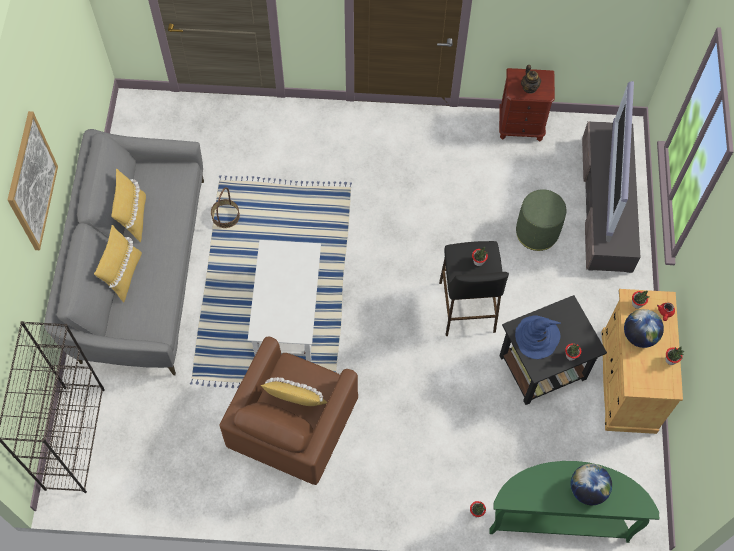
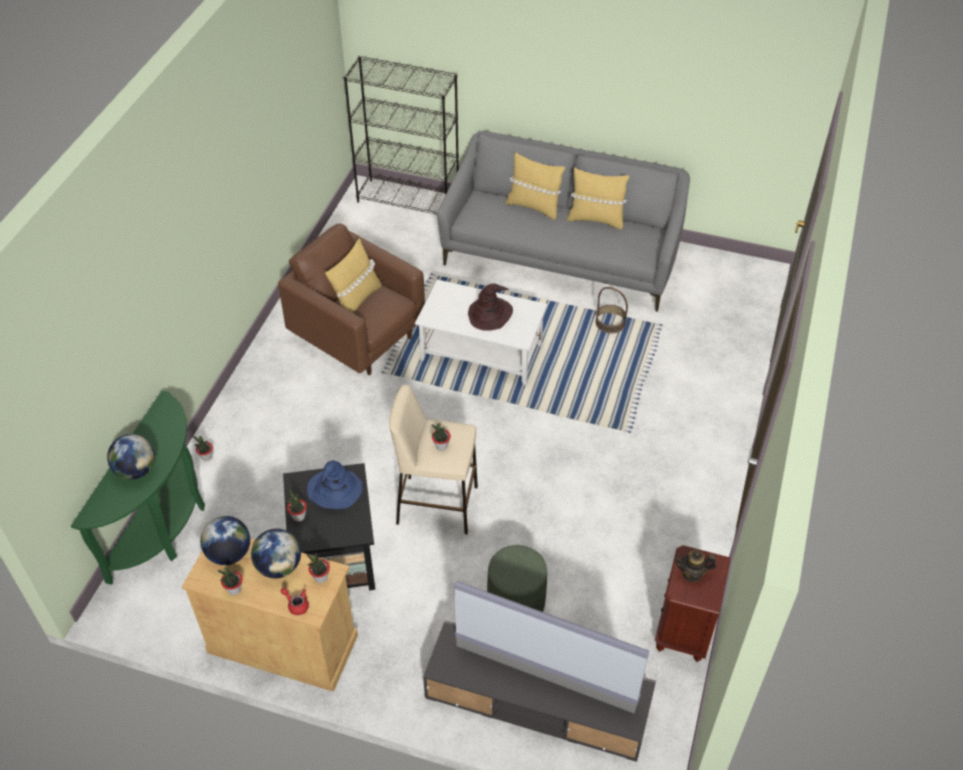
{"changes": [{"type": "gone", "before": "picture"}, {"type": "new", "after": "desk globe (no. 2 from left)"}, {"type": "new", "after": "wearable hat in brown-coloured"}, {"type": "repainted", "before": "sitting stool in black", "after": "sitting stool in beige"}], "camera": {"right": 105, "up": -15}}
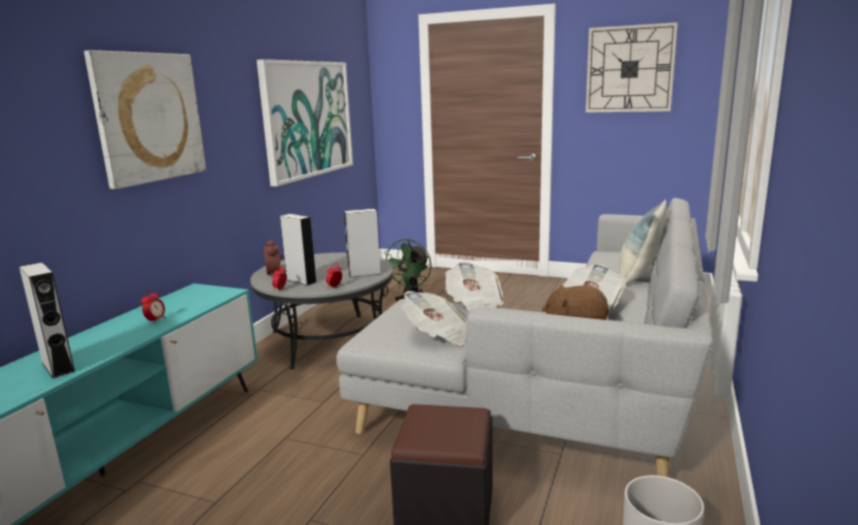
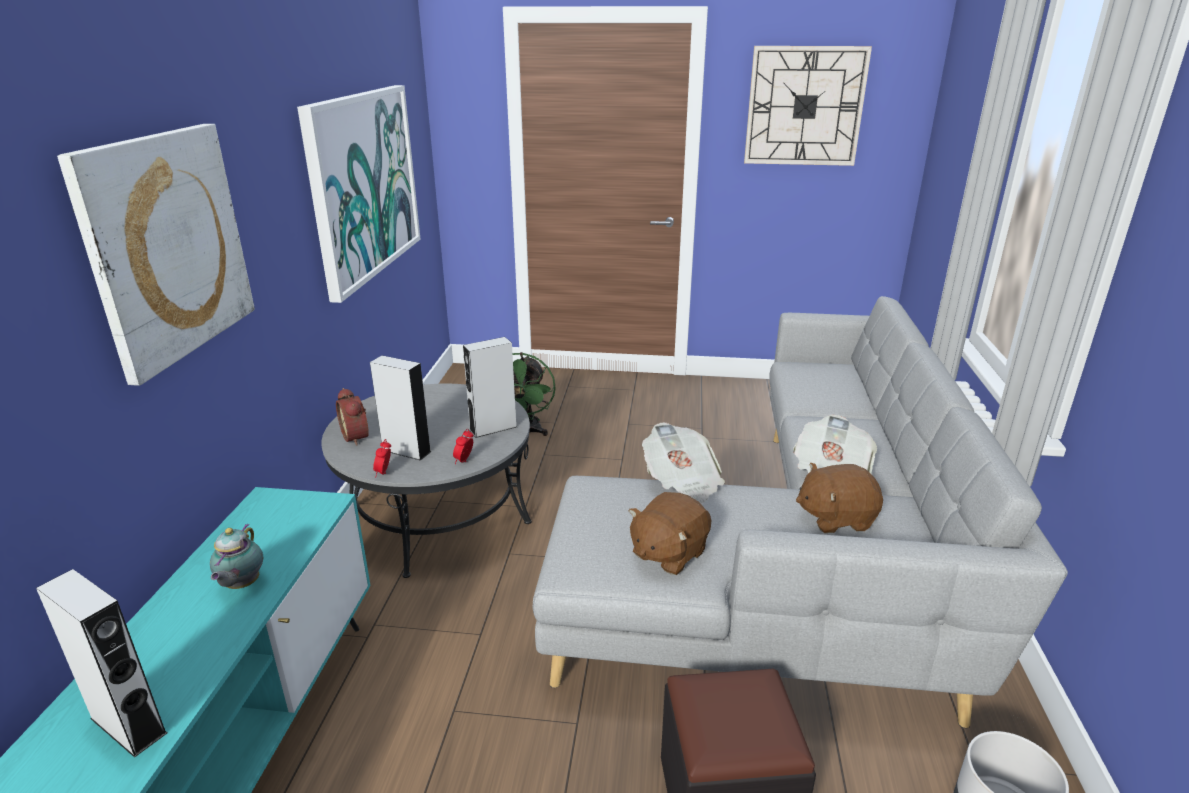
{"changes": [{"type": "gone", "before": "throw pillow"}, {"type": "swapped", "before": "table clock (no. 1 from left)", "after": "tea pot"}, {"type": "swapped", "before": "printed paper (no. 1 from left)", "after": "cuddly toy in brown-coloured (no. 1 from left)"}], "camera": {"right": -15, "up": 10}}
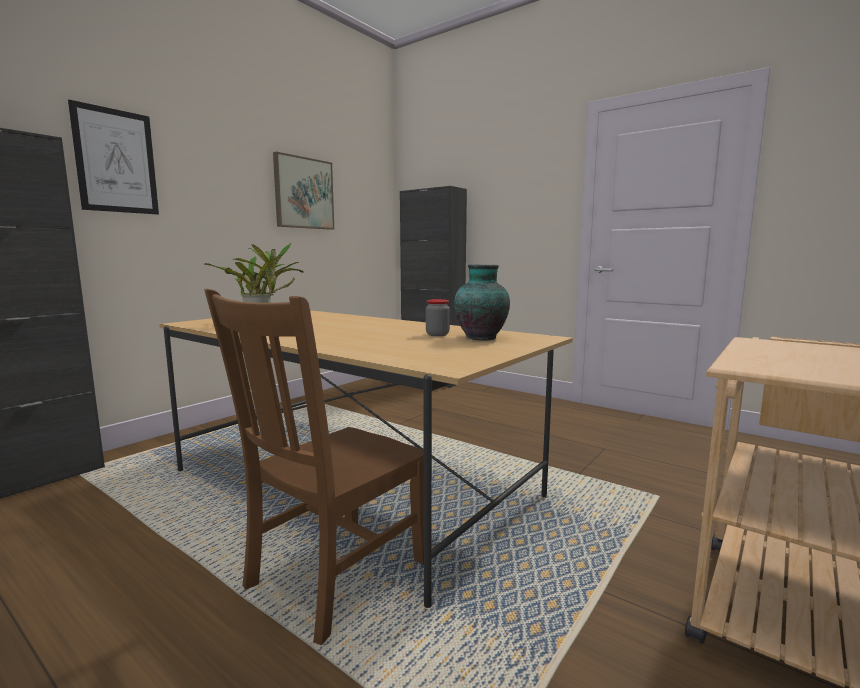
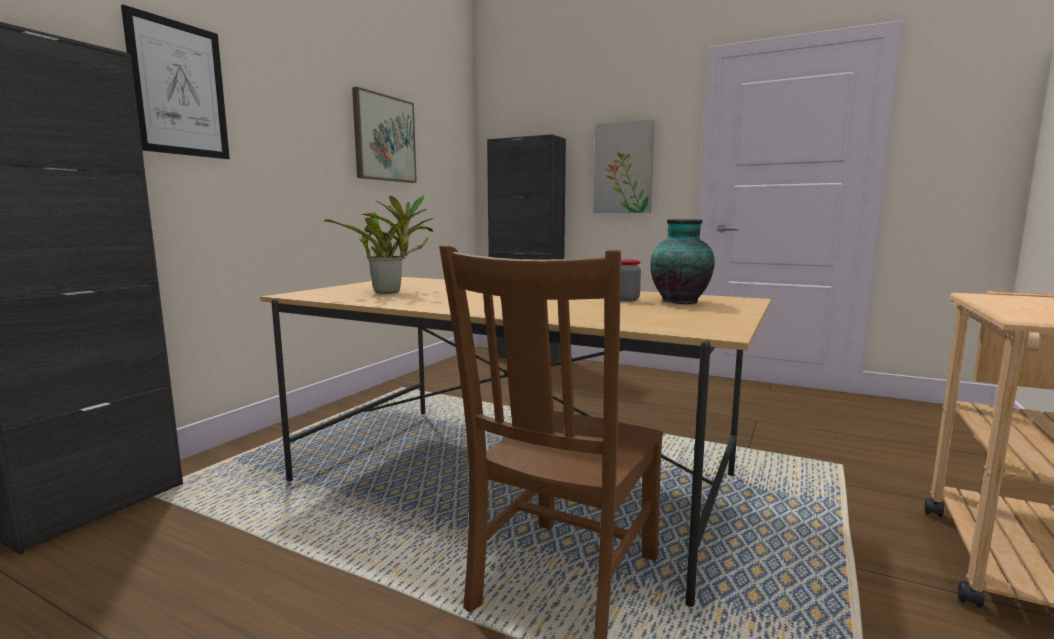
{"changes": [{"type": "new", "after": "picture (no. 3 from left)"}], "camera": {"right": -10, "up": 0}}
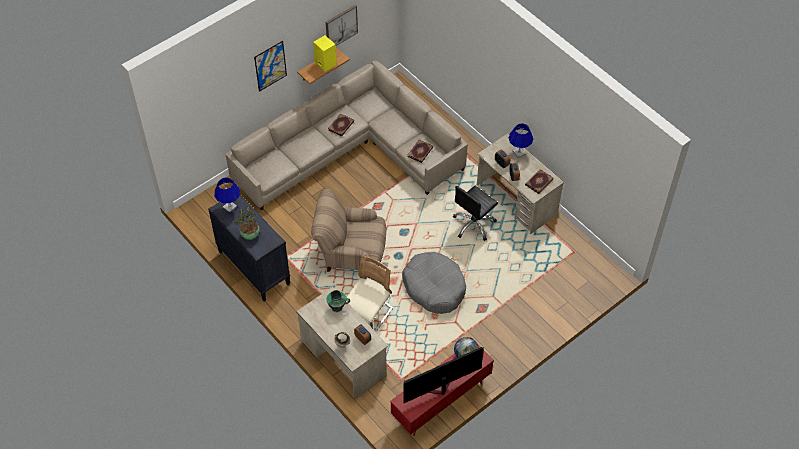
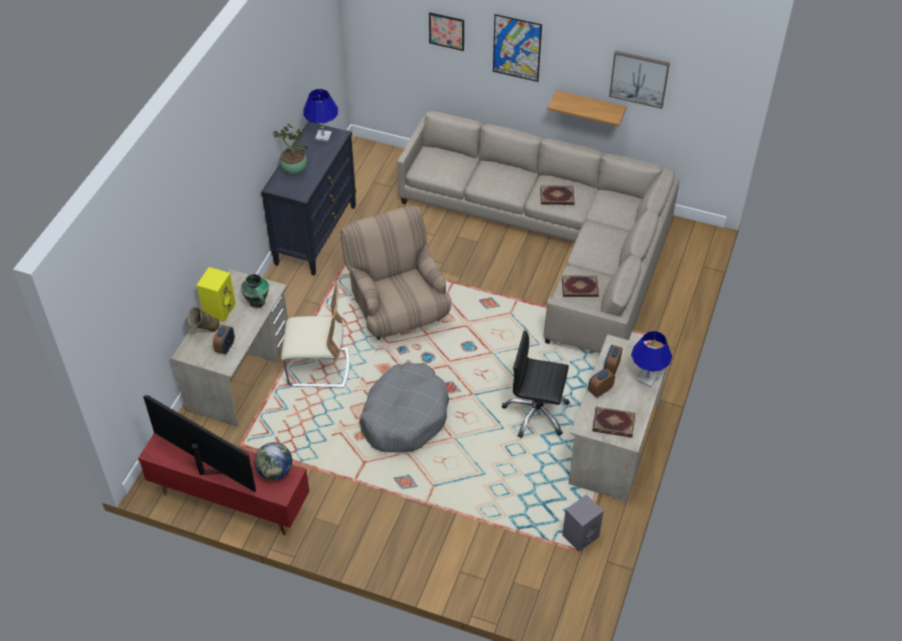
{"changes": [{"type": "new", "after": "picture (no. 1 from left)"}, {"type": "new", "after": "loudspeaker in grey"}, {"type": "shifted", "before": "loudspeaker in yellow"}], "camera": {"right": 60, "up": -5}}
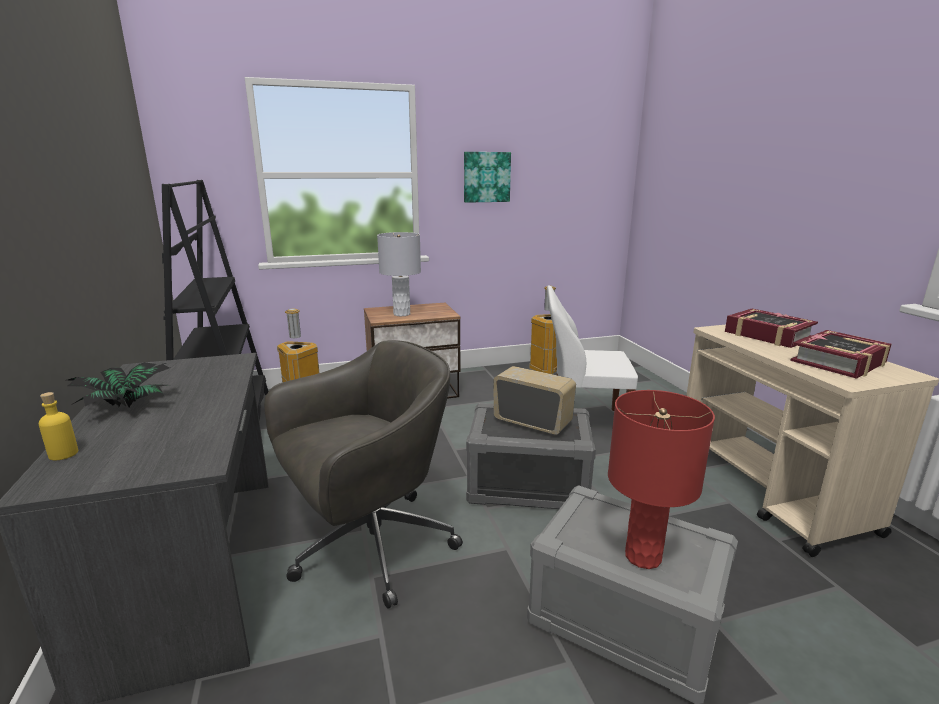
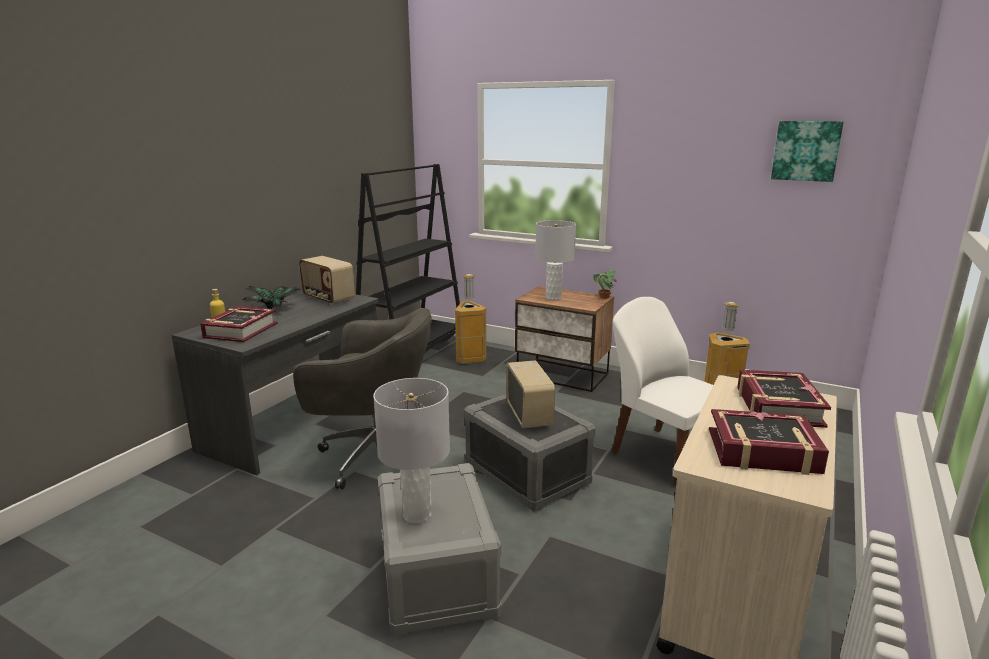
{"changes": [{"type": "new", "after": "book (no. 1 from left)"}, {"type": "new", "after": "radio set (no. 1 from left)"}, {"type": "new", "after": "plant in a pot (no. 2 from left)"}, {"type": "shifted", "before": "picture"}, {"type": "repainted", "before": "tabletop lamp in red-coloured", "after": "tabletop lamp in grey (no. 1 from left)"}], "camera": {"right": 45, "up": 0}}
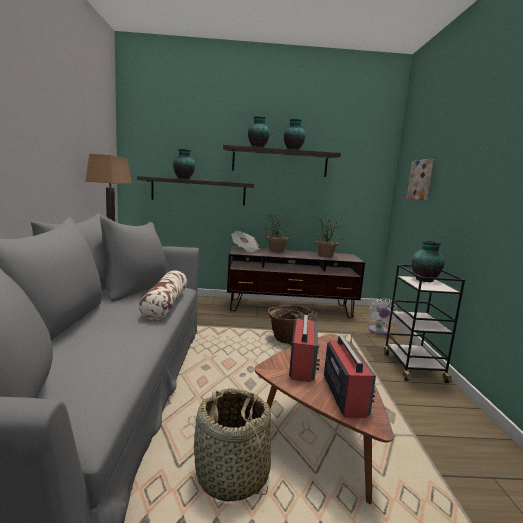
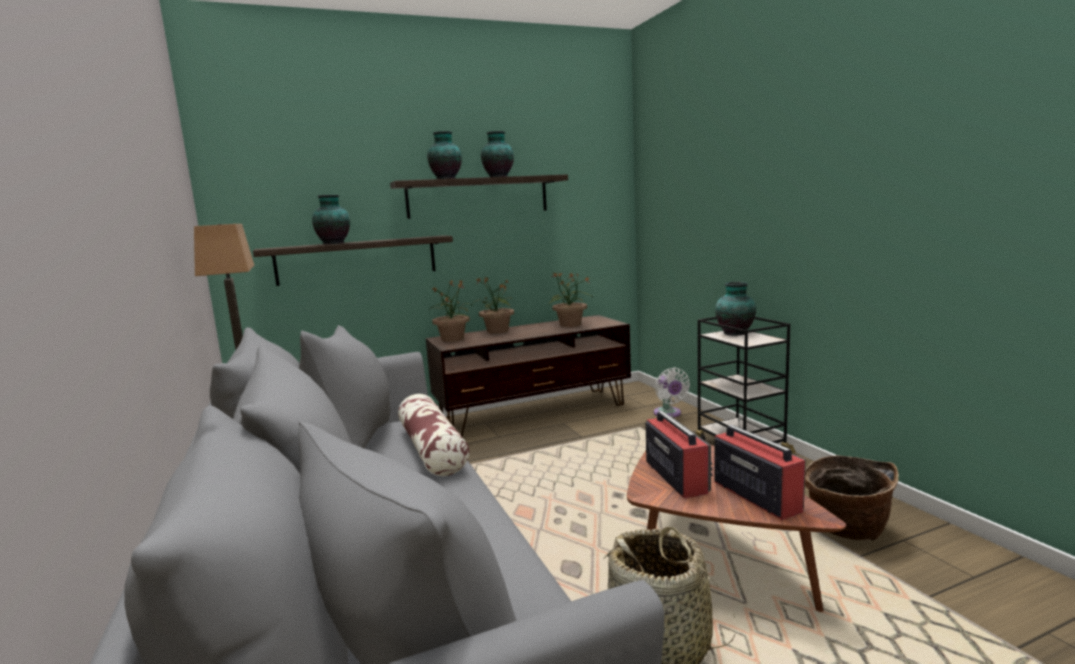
{"changes": [{"type": "gone", "before": "picture"}, {"type": "shifted", "before": "household basket (no. 2 from left)"}, {"type": "swapped", "before": "printed paper", "after": "plant in a pot (no. 1 from left)"}], "camera": {"right": -20, "up": 0}}
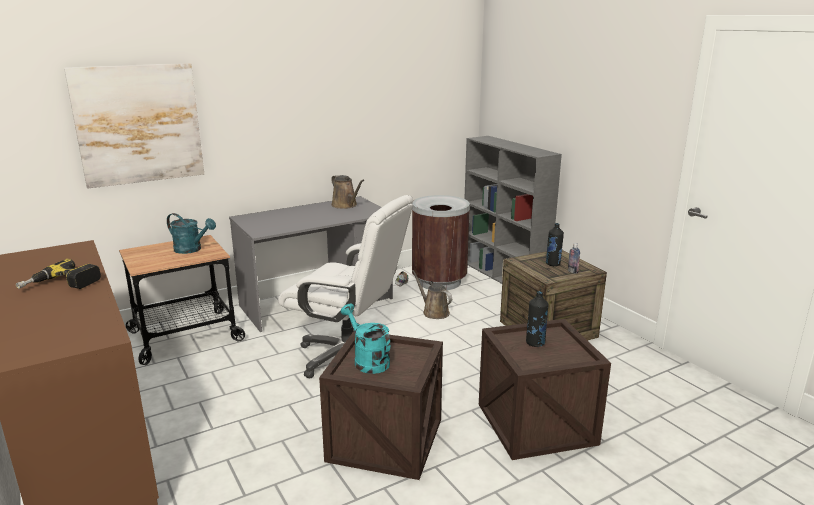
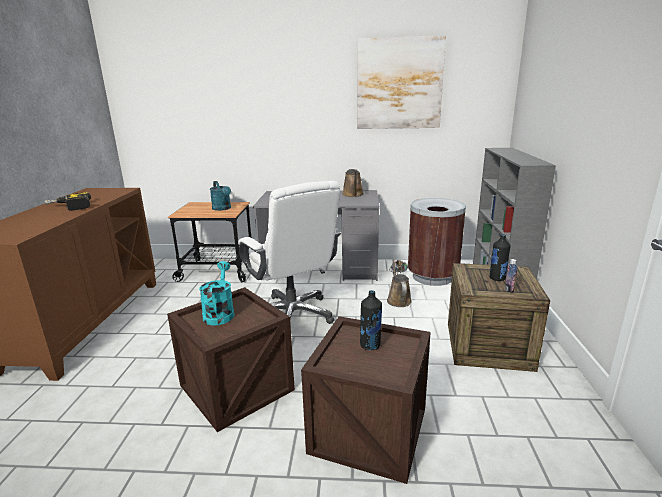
{"changes": [{"type": "shifted", "before": "picture"}], "camera": {"right": 35, "up": 0}}
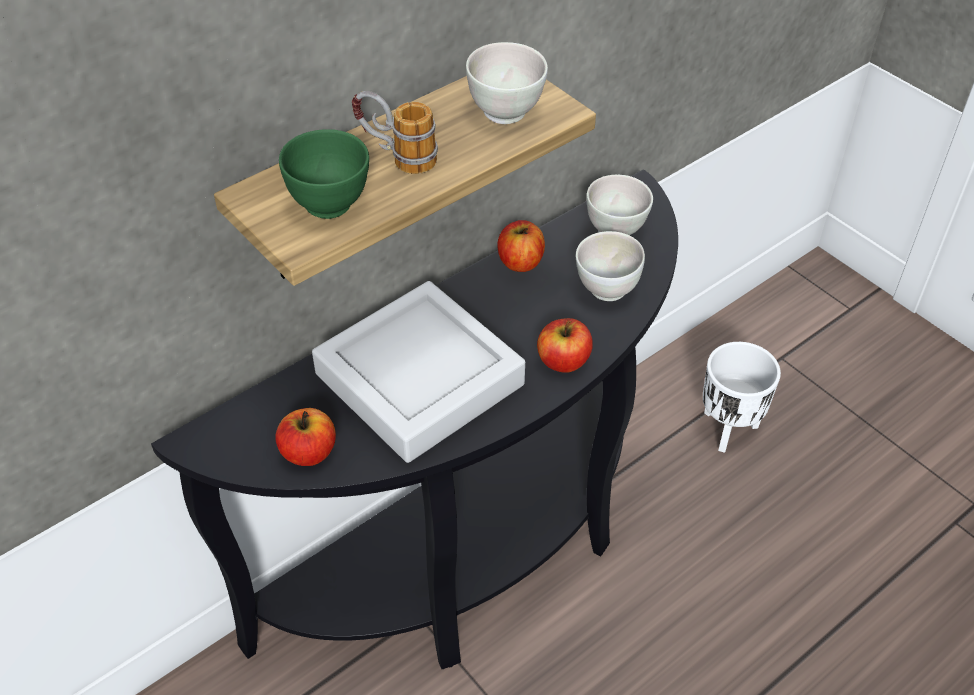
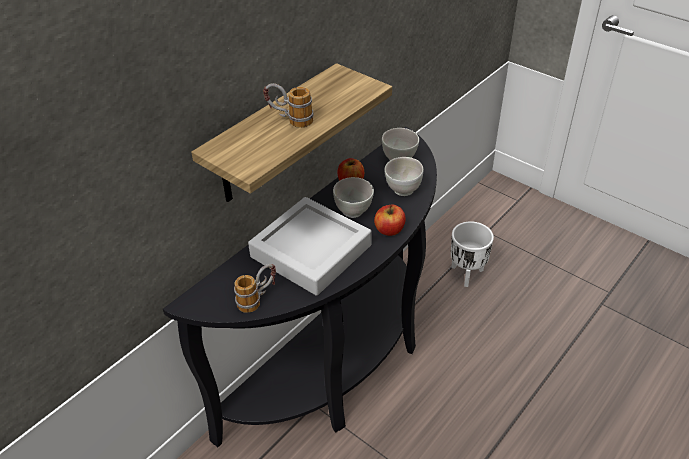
{"changes": [{"type": "gone", "before": "bowl in green"}, {"type": "shifted", "before": "bowl in white (no. 1 from left)"}, {"type": "swapped", "before": "apple (no. 1 from left)", "after": "coffee mug (no. 1 from left)"}], "camera": {"right": -10, "up": -5}}
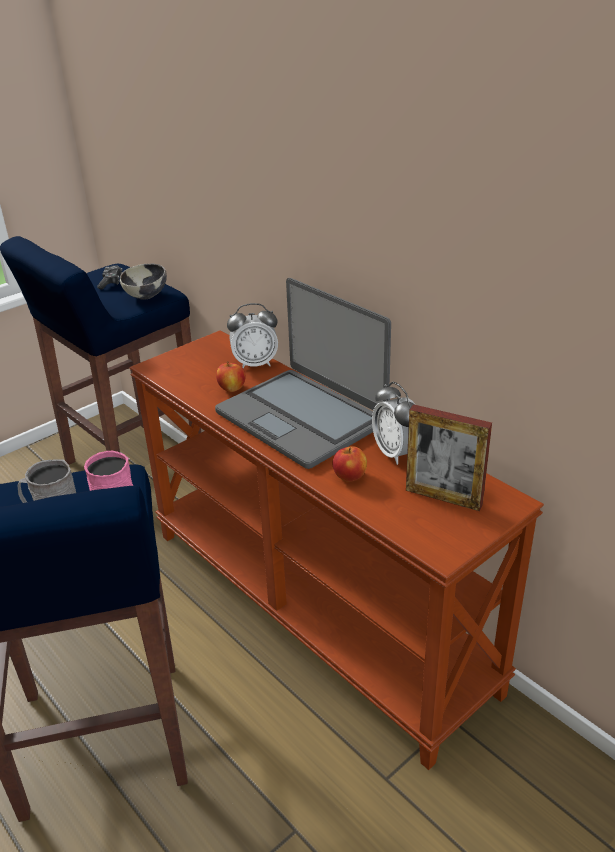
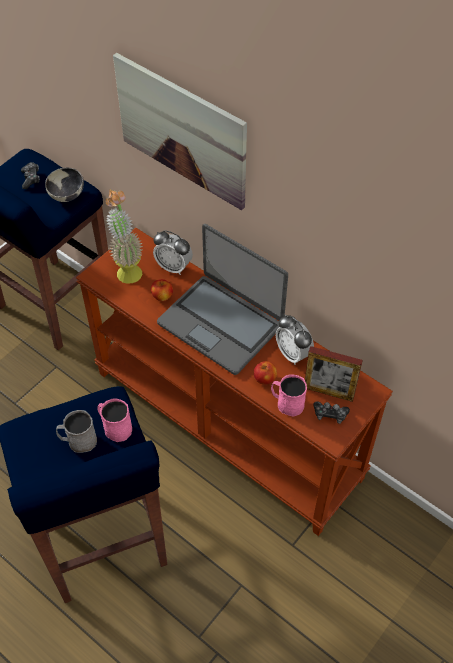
{"changes": [{"type": "new", "after": "plant in a pot"}, {"type": "new", "after": "picture"}, {"type": "new", "after": "coffee mug in pink-coloured (no. 2 from left)"}, {"type": "new", "after": "gamepad (no. 2 from left)"}, {"type": "rotated", "before": "table clock (no. 1 from left)", "turn": 45}], "camera": {"right": -10, "up": 20}}
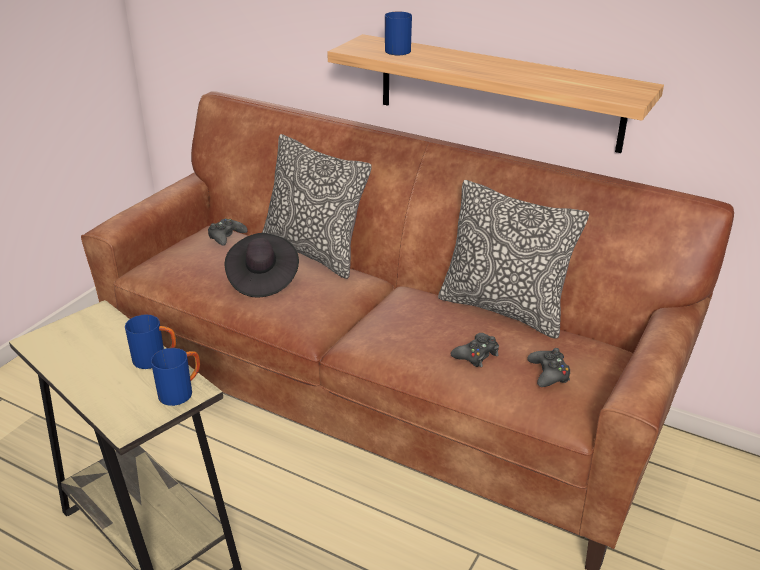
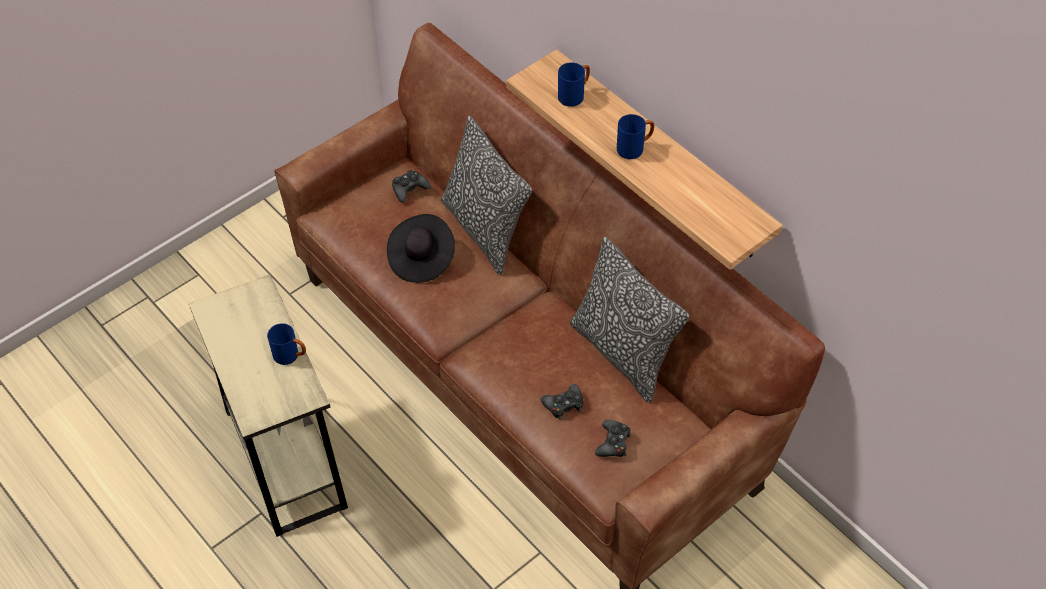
{"changes": [{"type": "shifted", "before": "coffee mug in blue (no. 2 from left in the first image)", "after": "coffee mug in blue (no. 3 from left)"}], "camera": {"right": 20, "up": 20}}
